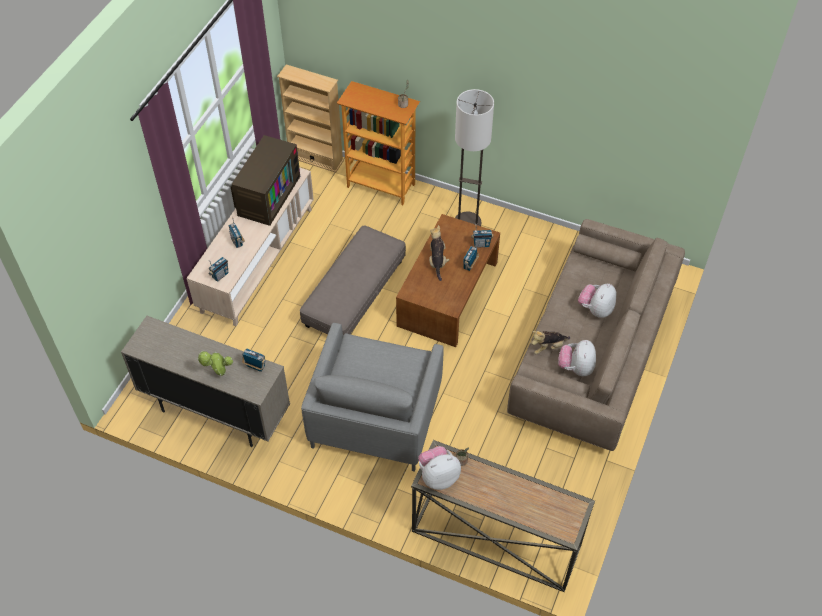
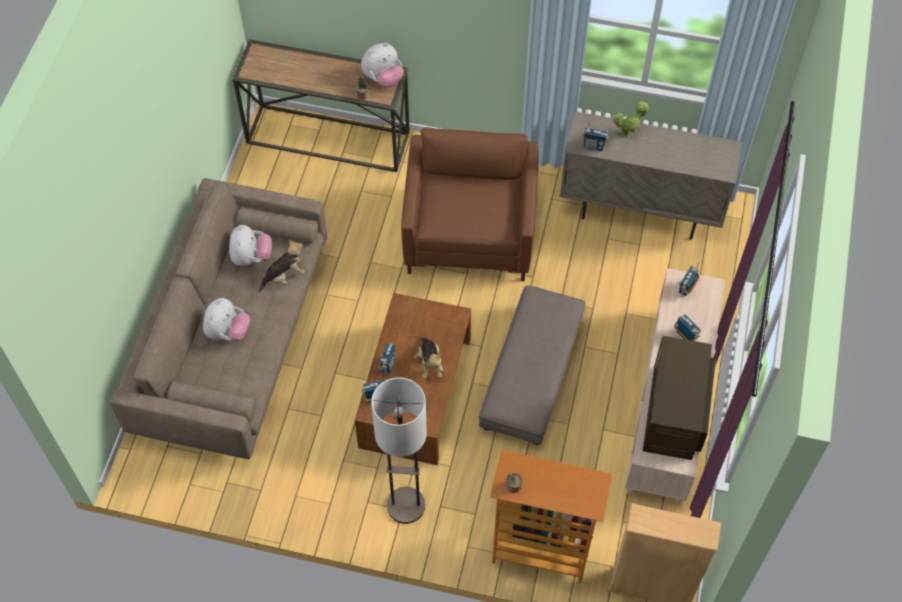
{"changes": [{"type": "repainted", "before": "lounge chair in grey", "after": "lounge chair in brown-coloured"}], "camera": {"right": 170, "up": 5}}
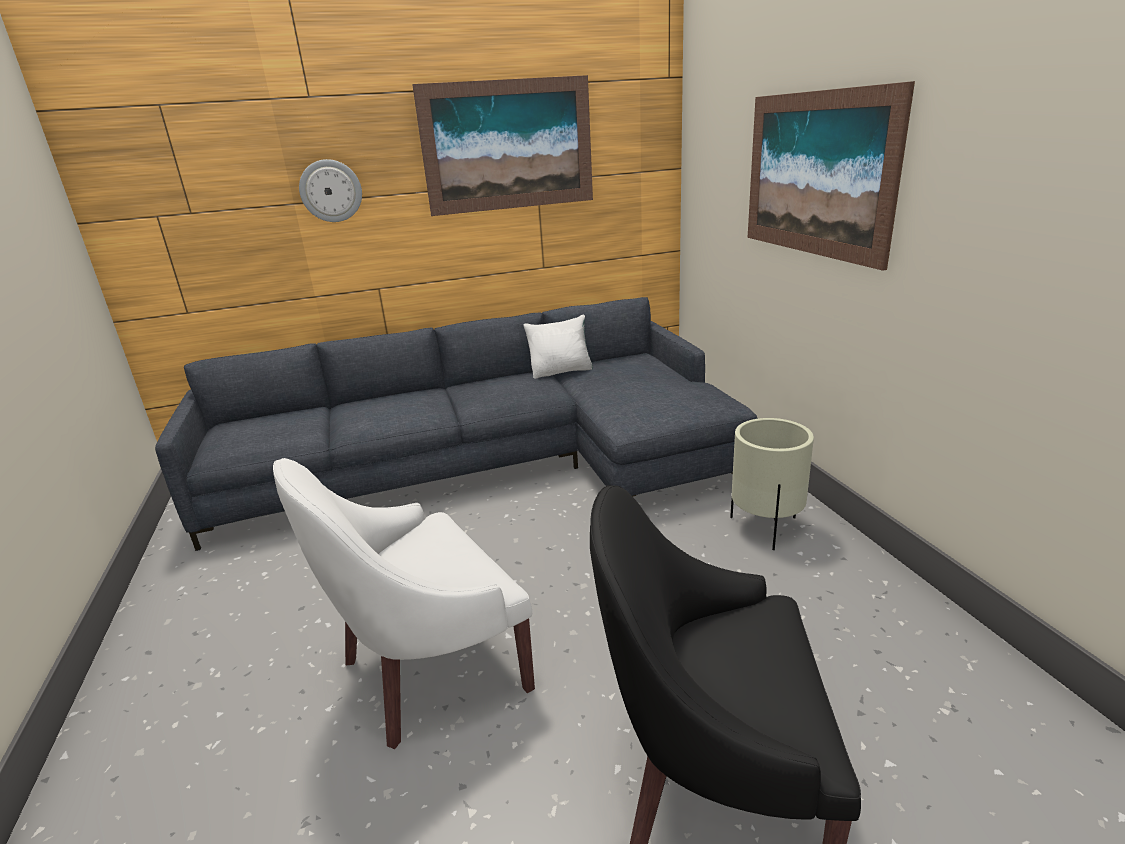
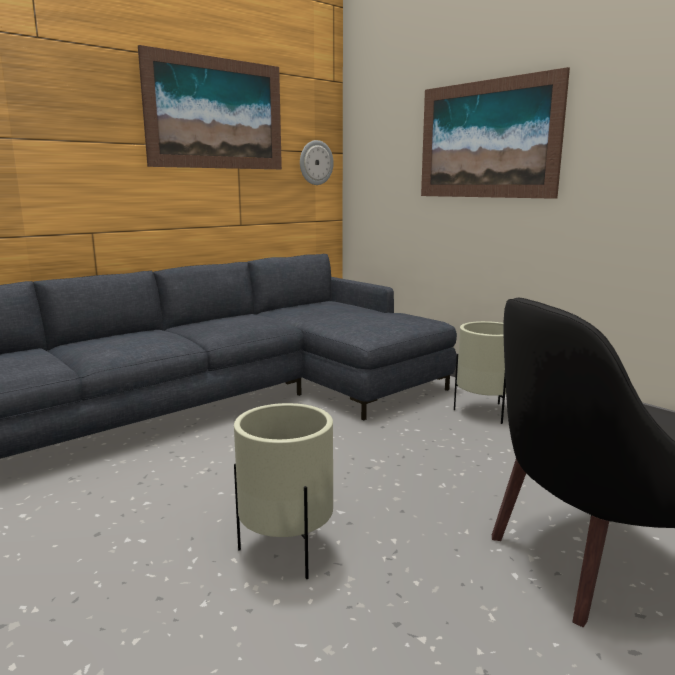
{"changes": [{"type": "gone", "before": "throw pillow in white"}, {"type": "shifted", "before": "hanging clock"}, {"type": "swapped", "before": "lounge chair in white", "after": "planter in beige (no. 1 from left)"}], "camera": {"right": -25, "up": -10}}
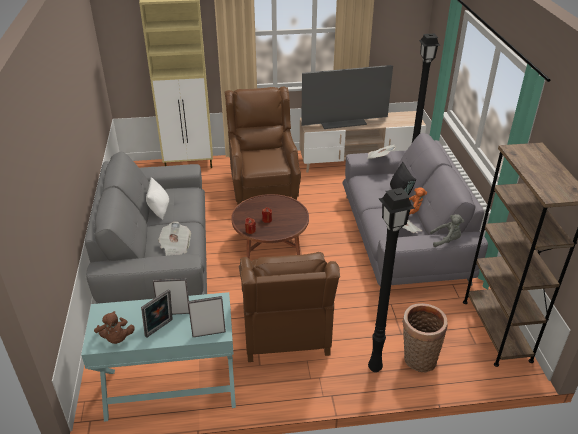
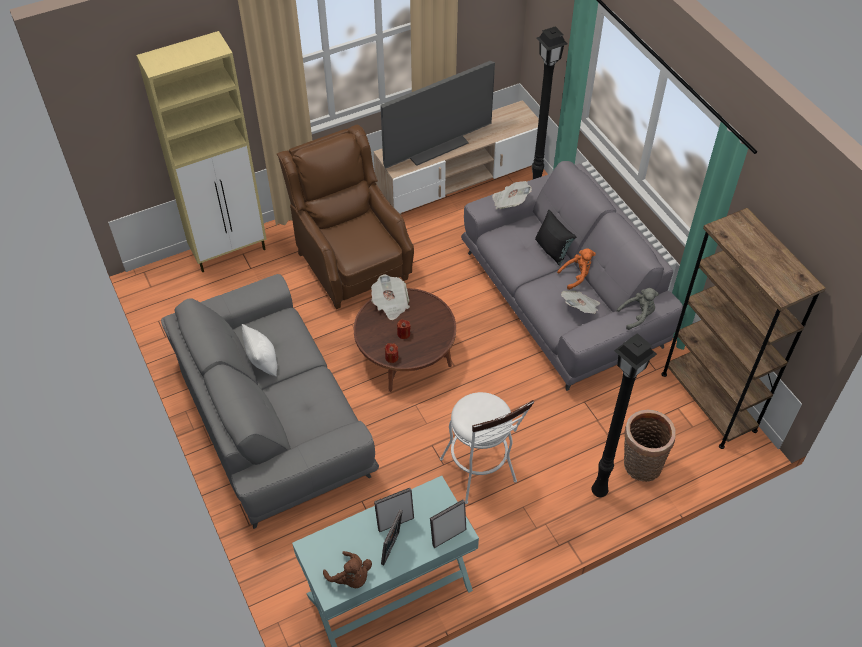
{"changes": [{"type": "shifted", "before": "printed paper (no. 1 from left)"}, {"type": "swapped", "before": "lounge chair in brown-coloured (no. 2 from left)", "after": "sitting stool in white"}], "camera": {"right": -20, "up": 15}}
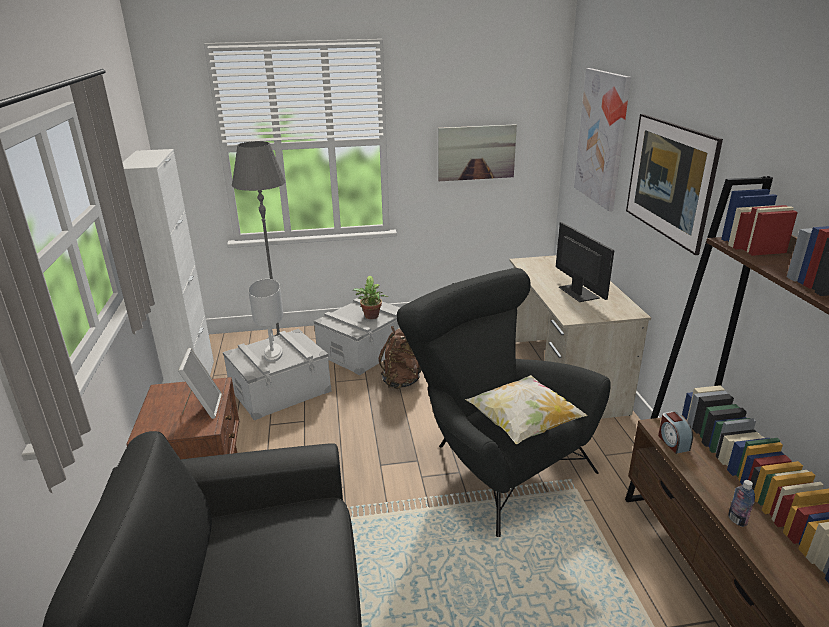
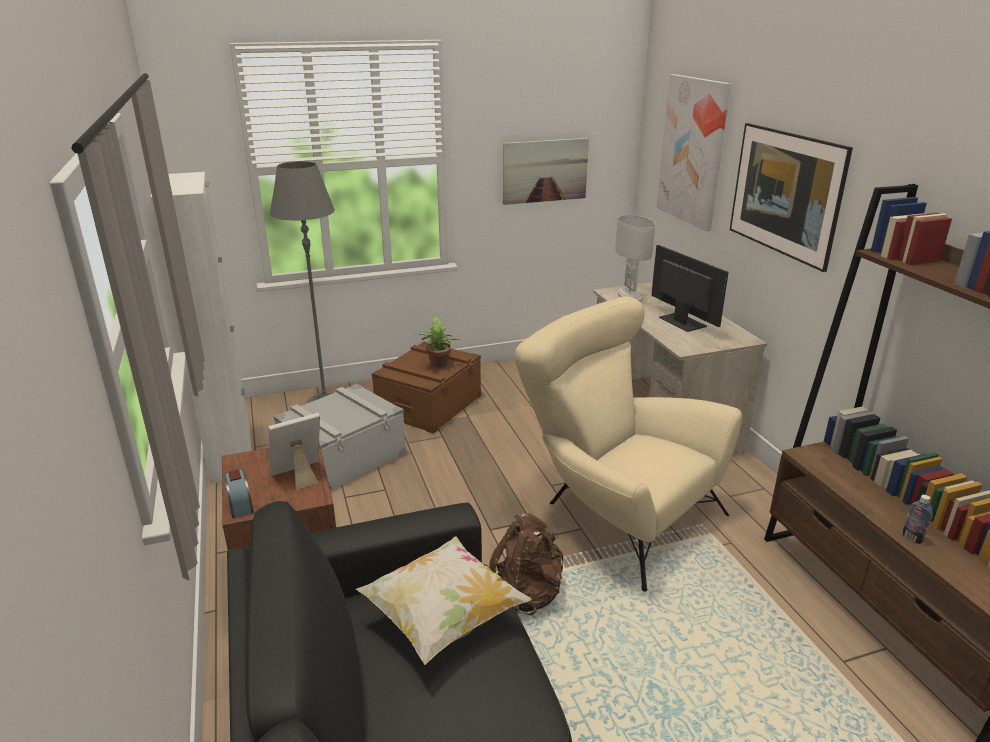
{"changes": [{"type": "shifted", "before": "tabletop lamp in white"}, {"type": "shifted", "before": "backpack in brown-coloured"}, {"type": "shifted", "before": "throw pillow"}, {"type": "shifted", "before": "table clock"}, {"type": "repainted", "before": "storage bin in grey (no. 2 from left)", "after": "storage bin in brown-coloured"}, {"type": "repainted", "before": "lounge chair in black", "after": "lounge chair in beige"}, {"type": "rotated", "before": "picture frame", "turn": -105}], "camera": {"right": -10, "up": 0}}
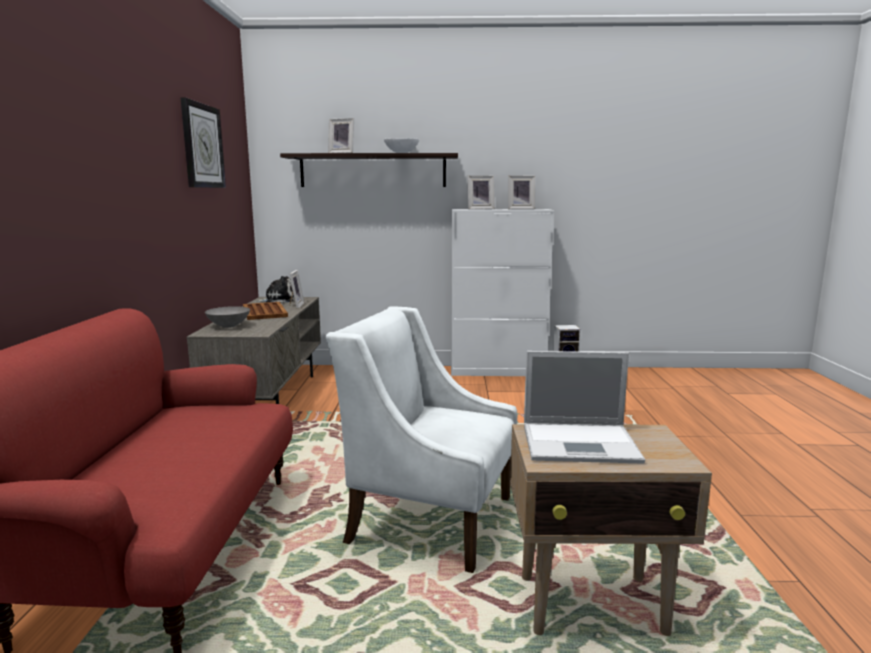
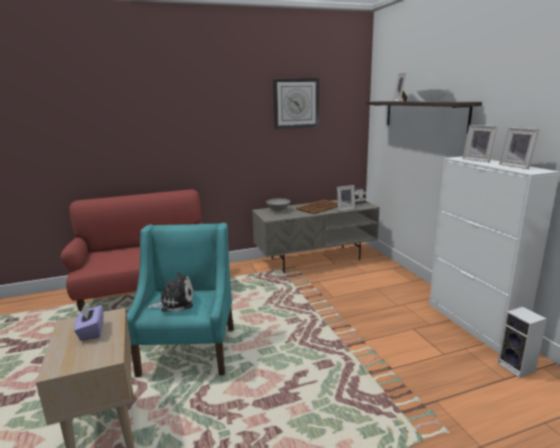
{"changes": [{"type": "new", "after": "cuddly toy (no. 1 from left)"}, {"type": "swapped", "before": "portable computer", "after": "tissue holder in purple"}, {"type": "repainted", "before": "lounge chair in white", "after": "lounge chair in turquoise-coloured"}], "camera": {"right": 70, "up": 5}}
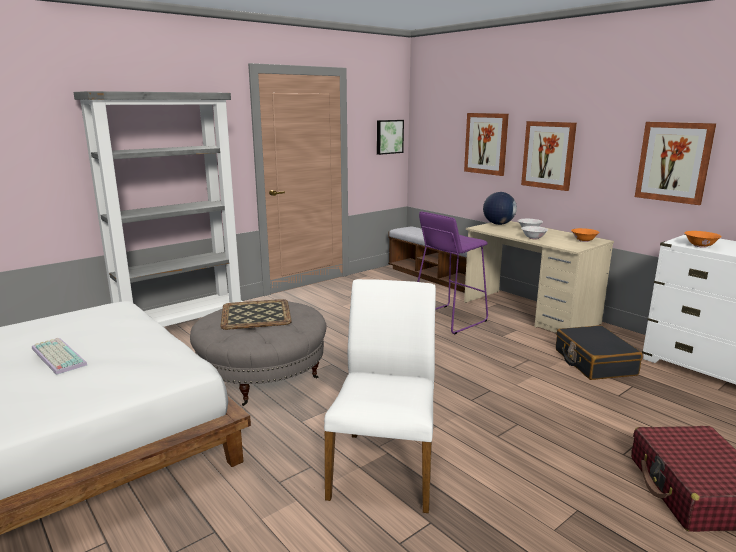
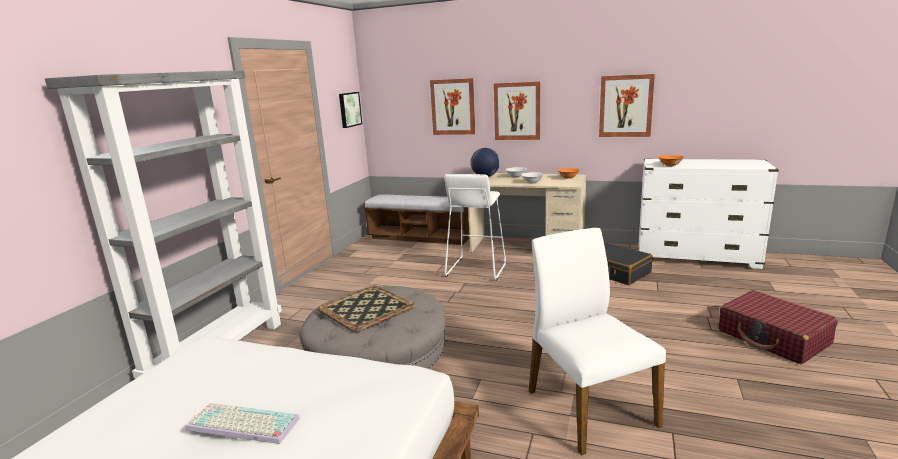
{"changes": [{"type": "repainted", "before": "sitting stool in purple", "after": "sitting stool in white"}], "camera": {"right": -30, "up": 0}}
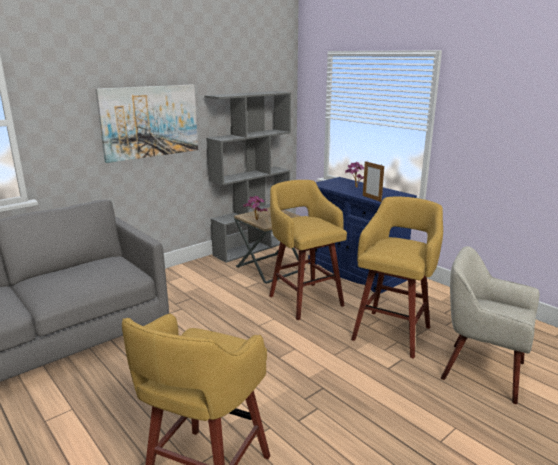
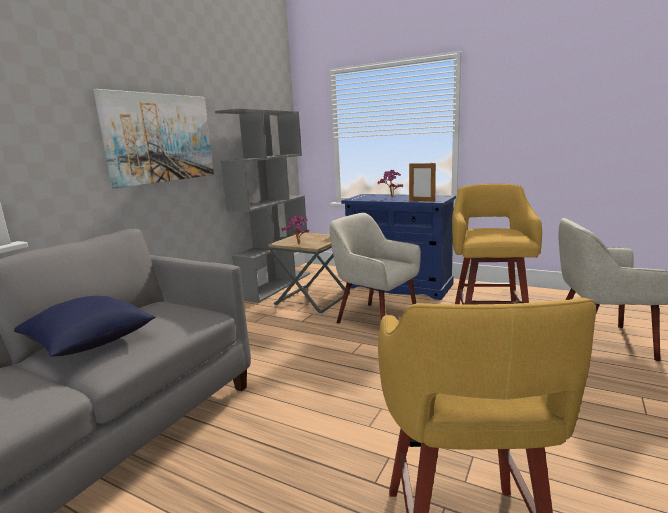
{"changes": [{"type": "new", "after": "throw pillow in blue"}, {"type": "swapped", "before": "sitting stool in yellow (no. 2 from left)", "after": "lounge chair in beige (no. 1 from left)"}], "camera": {"right": -20, "up": -5}}
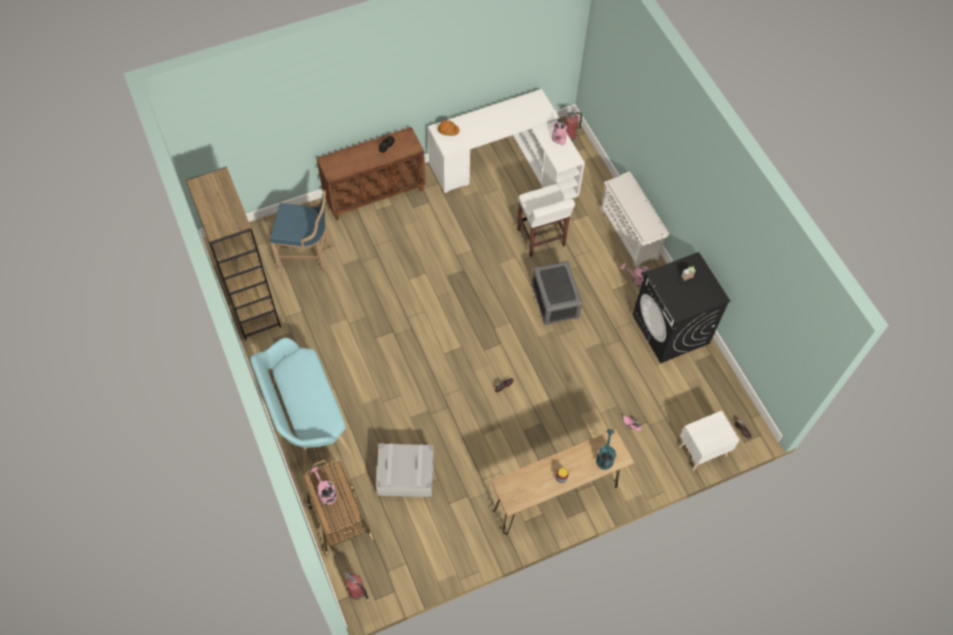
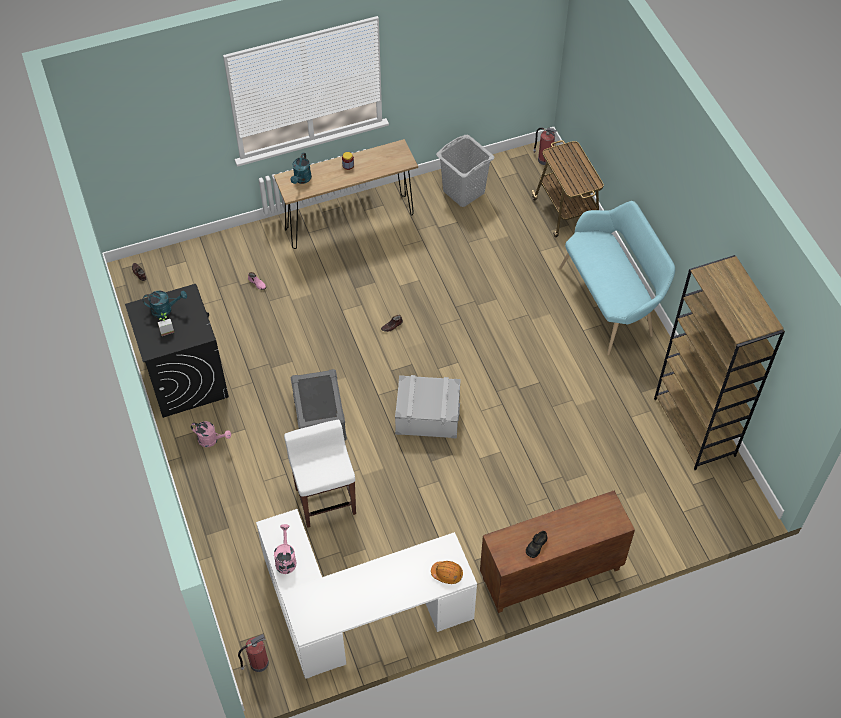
{"changes": [{"type": "gone", "before": "sitting stool in blue"}, {"type": "gone", "before": "sprinkling can in pink-coloured (no. 1 from left)"}, {"type": "gone", "before": "shoe stand in white"}, {"type": "gone", "before": "nightstand in white"}, {"type": "new", "after": "sprinkling can in turquoise-coloured (no. 1 from left)"}, {"type": "new", "after": "hamper in grey"}, {"type": "shifted", "before": "storage bin in grey (no. 1 from left in the first image)", "after": "storage bin in grey (no. 2 from left)"}], "camera": {"right": -175, "up": -5}}
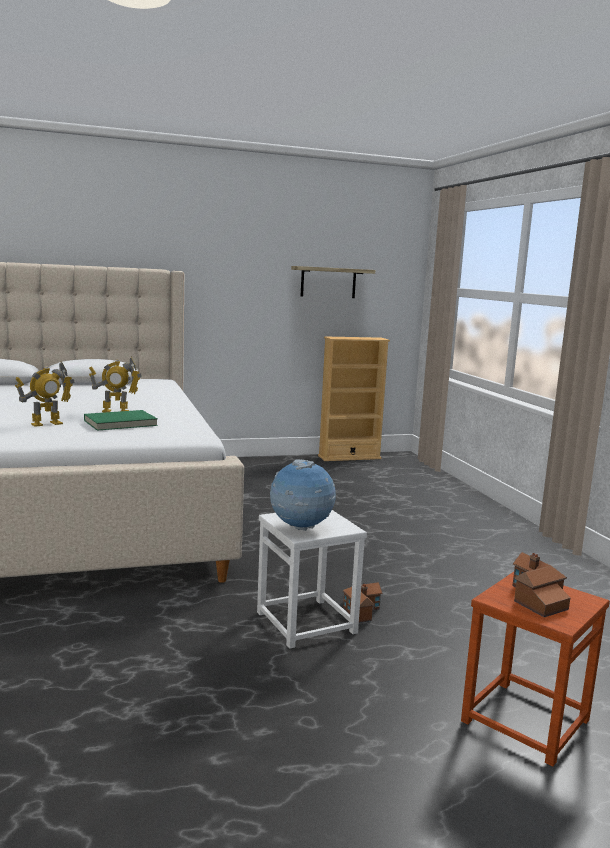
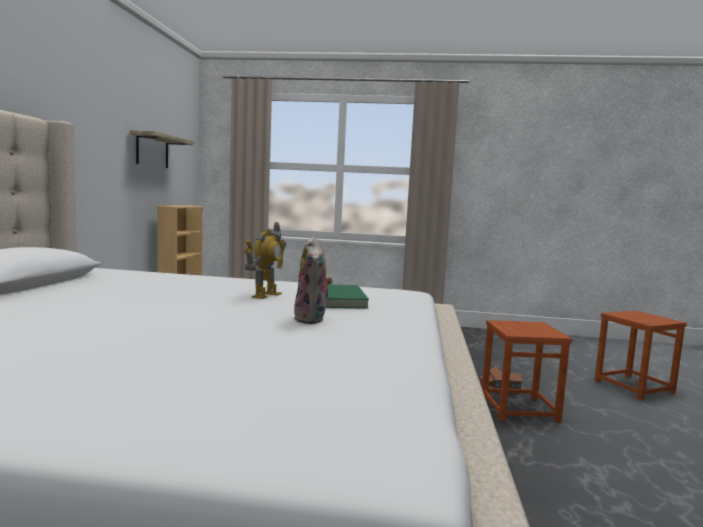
{"changes": [{"type": "gone", "before": "desk globe"}, {"type": "gone", "before": "miniature house (no. 2 from left)"}, {"type": "swapped", "before": "robot figure (no. 1 from left)", "after": "cuddly toy"}, {"type": "repainted", "before": "sitting stool in white", "after": "sitting stool in brown-coloured (no. 1 from left)"}], "camera": {"right": -65, "up": -5}}
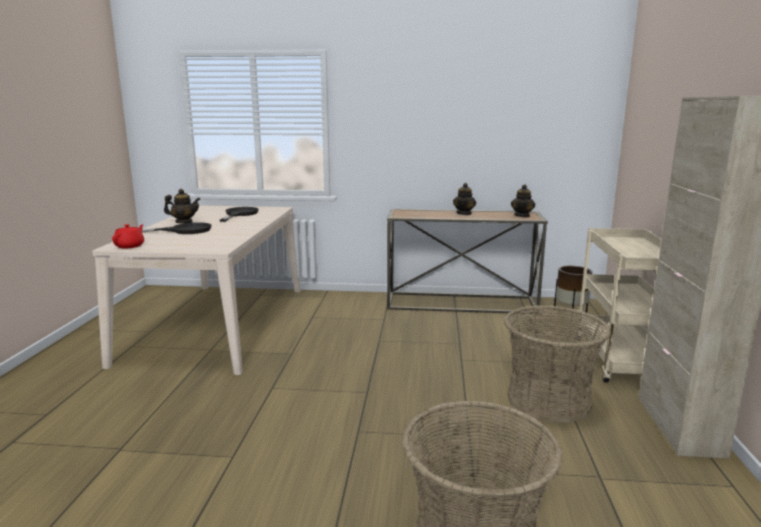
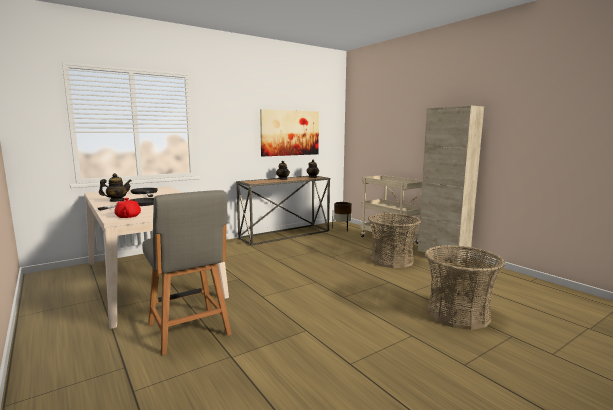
{"changes": [{"type": "new", "after": "upright chair in grey"}, {"type": "new", "after": "picture"}], "camera": {"right": -40, "up": -5}}
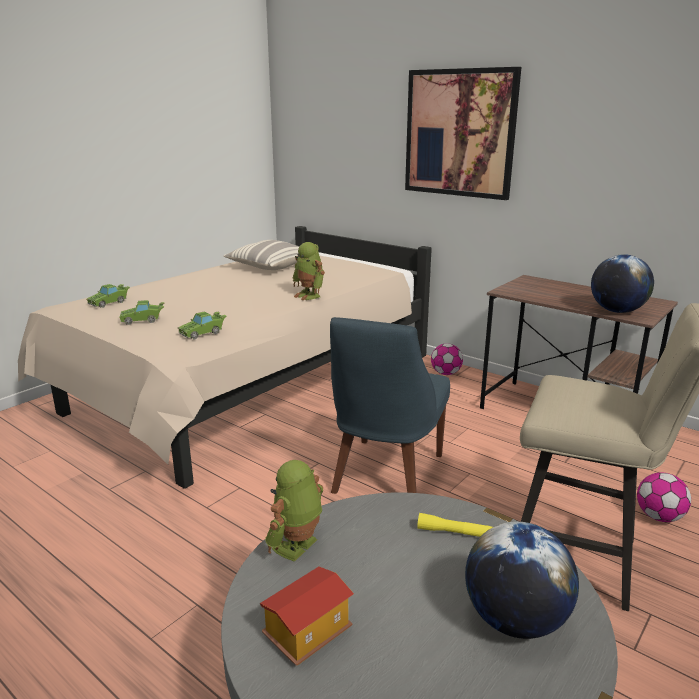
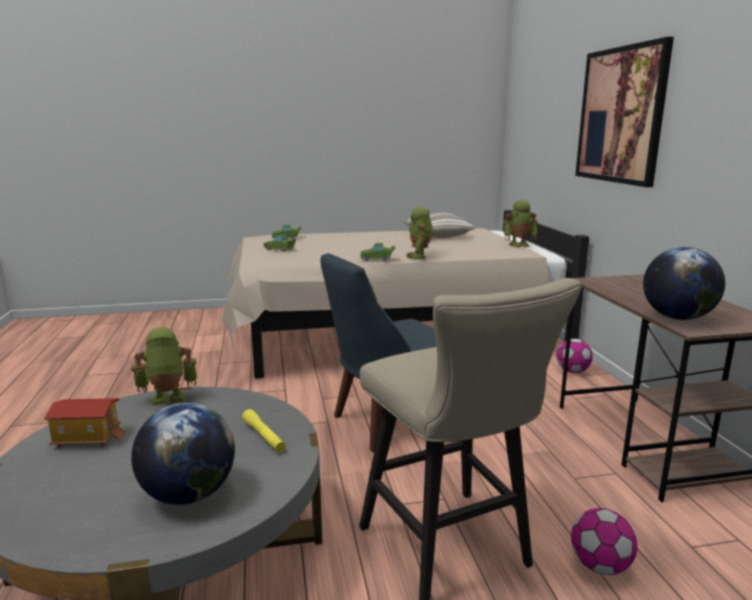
{"changes": [{"type": "new", "after": "robot figure (no. 3 from left)"}, {"type": "shifted", "before": "model car in green (no. 3 from left)"}], "camera": {"right": 40, "up": -5}}
